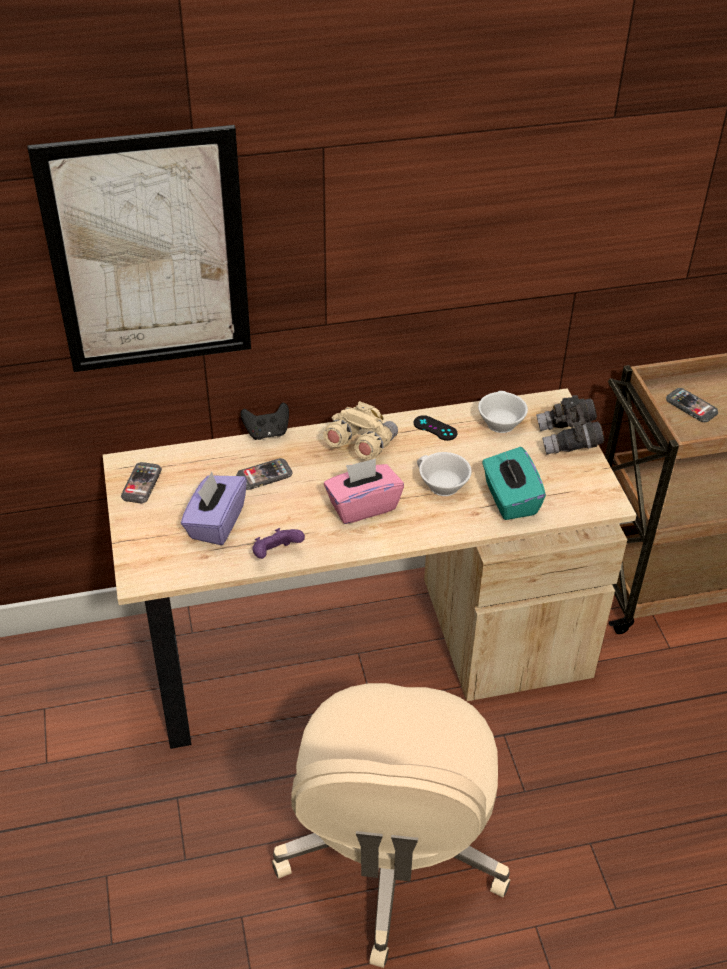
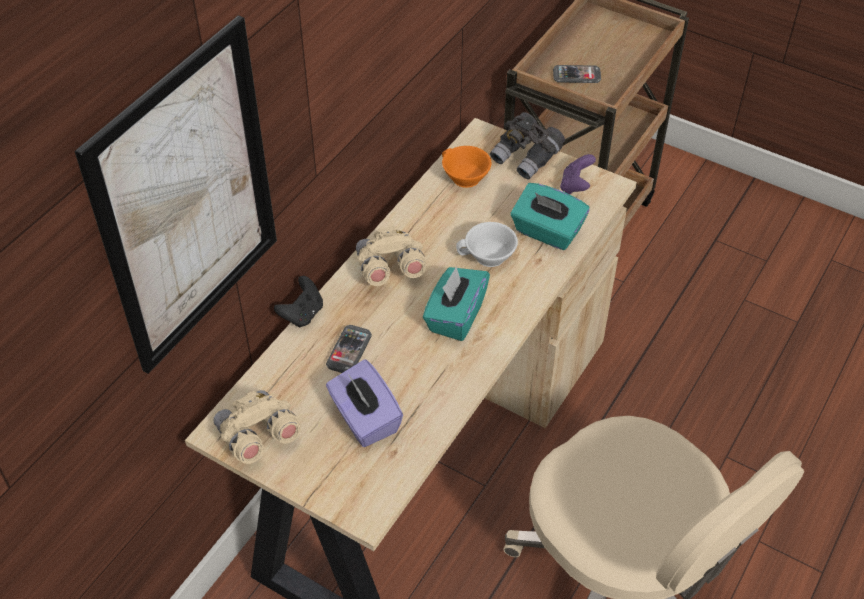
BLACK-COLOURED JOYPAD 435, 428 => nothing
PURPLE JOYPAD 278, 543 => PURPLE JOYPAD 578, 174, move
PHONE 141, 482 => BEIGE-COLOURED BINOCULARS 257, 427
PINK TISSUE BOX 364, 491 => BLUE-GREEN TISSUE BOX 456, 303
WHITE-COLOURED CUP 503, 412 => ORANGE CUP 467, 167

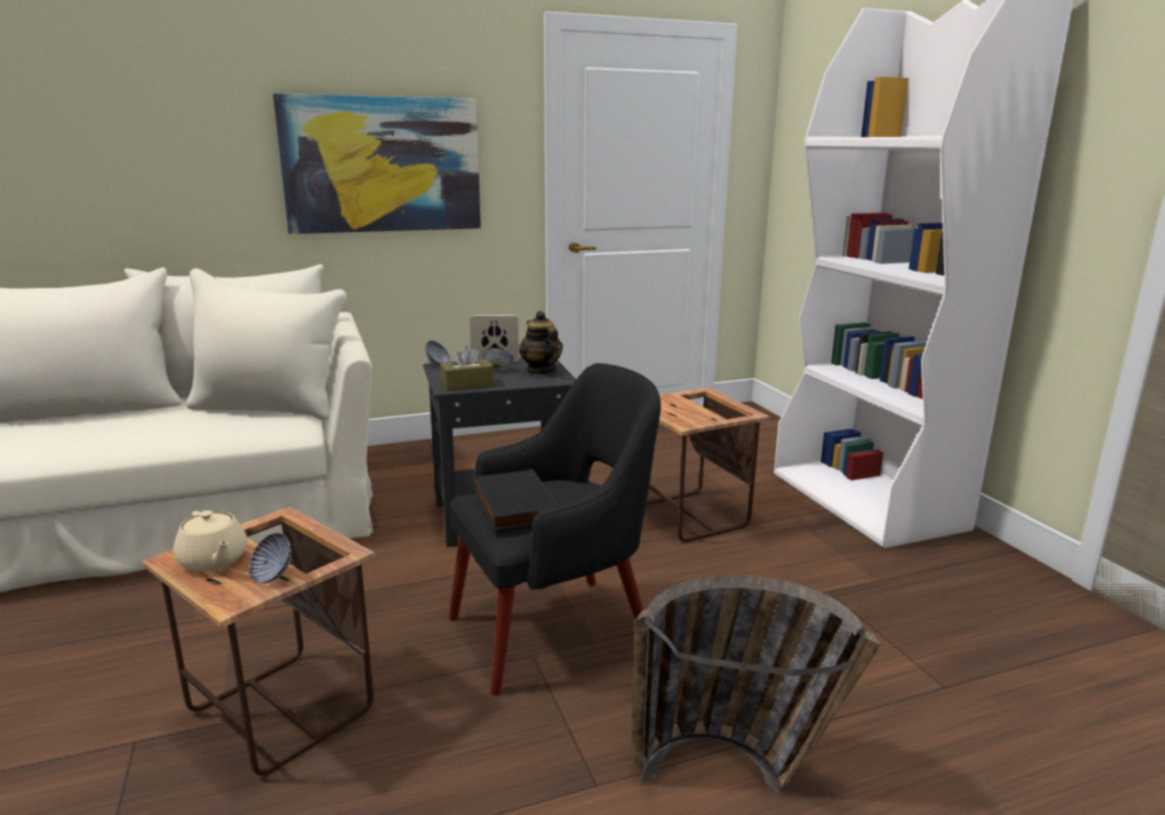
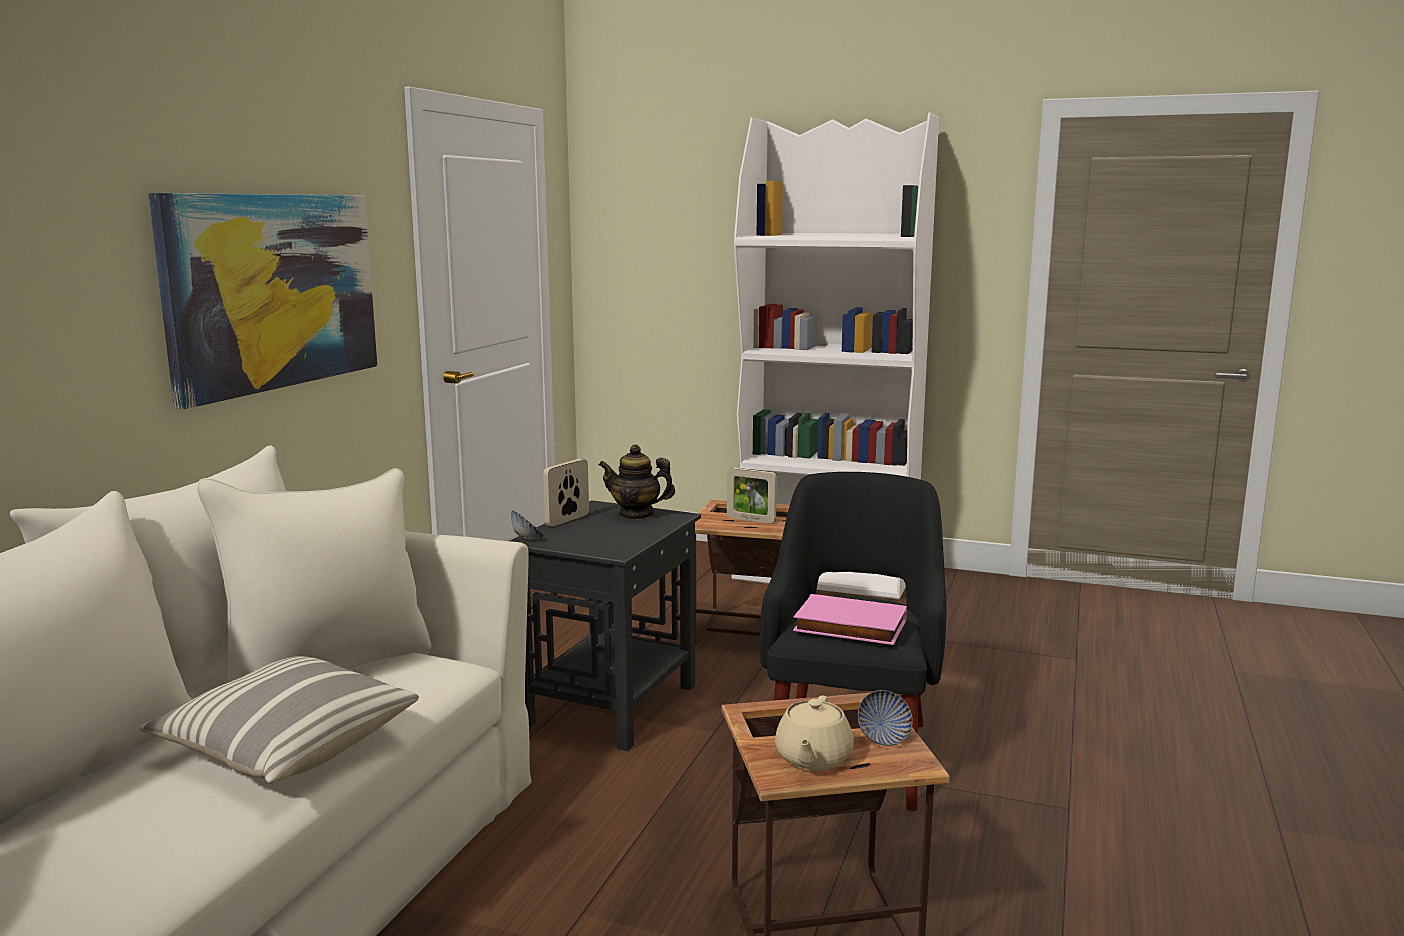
BROWN-COLOURED TISSUE BOX 467, 368 => nothing
BOWL 498, 358 => nothing
HOUSEHOLD BASKET 755, 684 => nothing
nothing => THROW PILLOW 279, 720
nothing => STANDING FRAME 752, 495
BLACK-COLOURED BOOK 515, 500 => PINK BOOK 850, 619
BEIGE-COLOURED TEAPOT 210, 540 => BEIGE-COLOURED TEAPOT 814, 732, 105 degrees clockwise

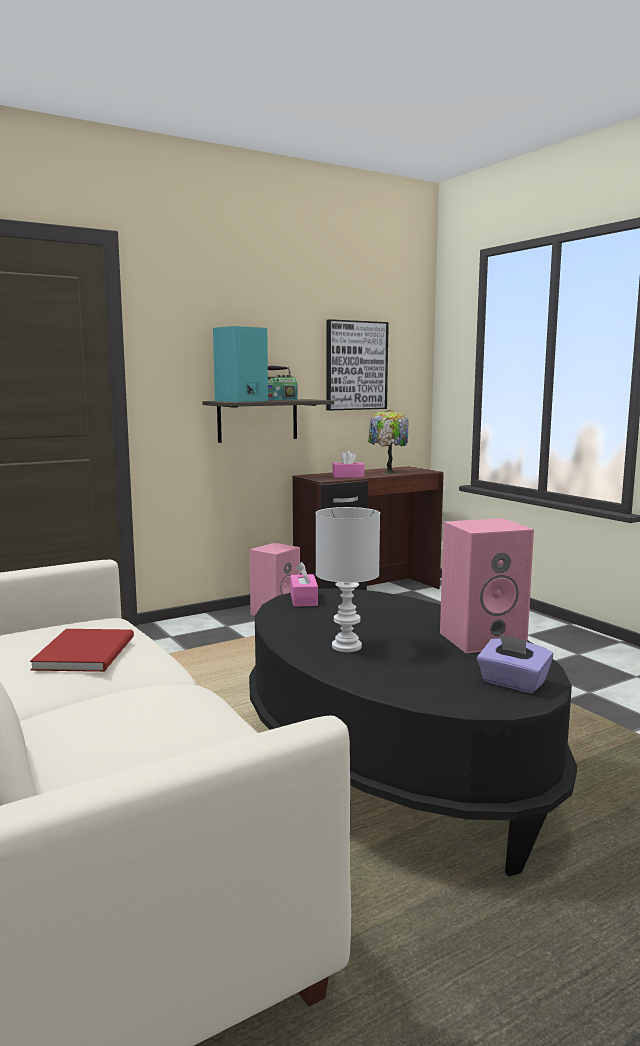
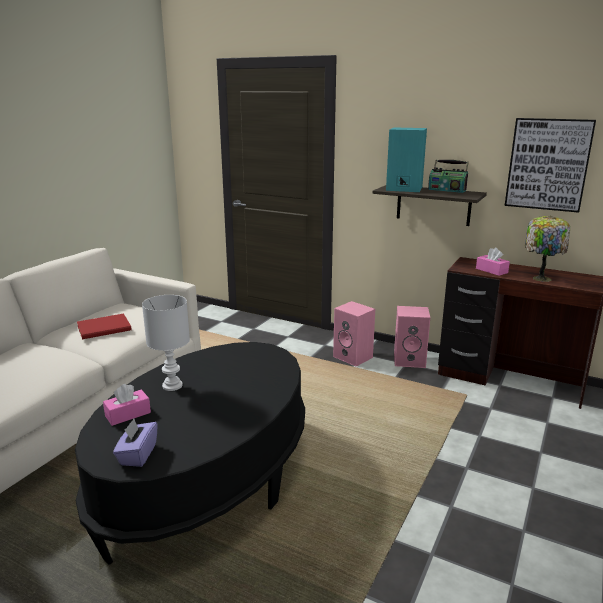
PINK TISSUE BOX 304, 584 => PINK TISSUE BOX 127, 405, move
PINK AUDIO SPEAKER 487, 585 => PINK AUDIO SPEAKER 354, 334, move

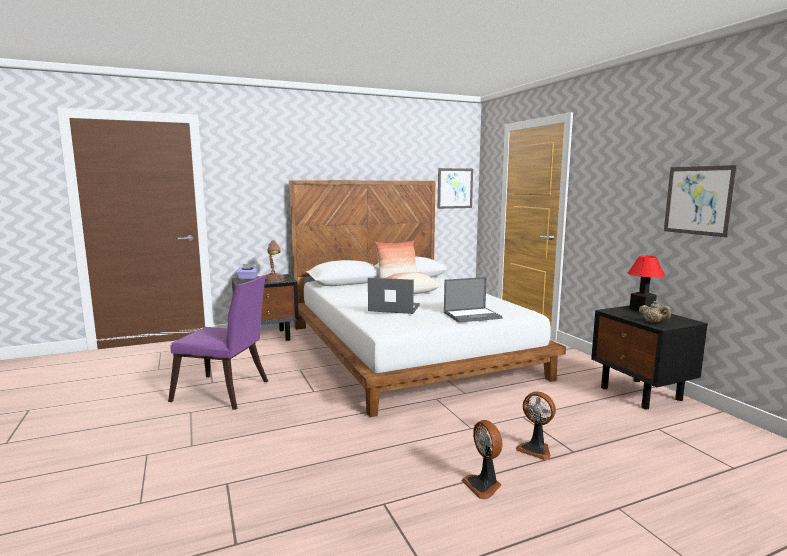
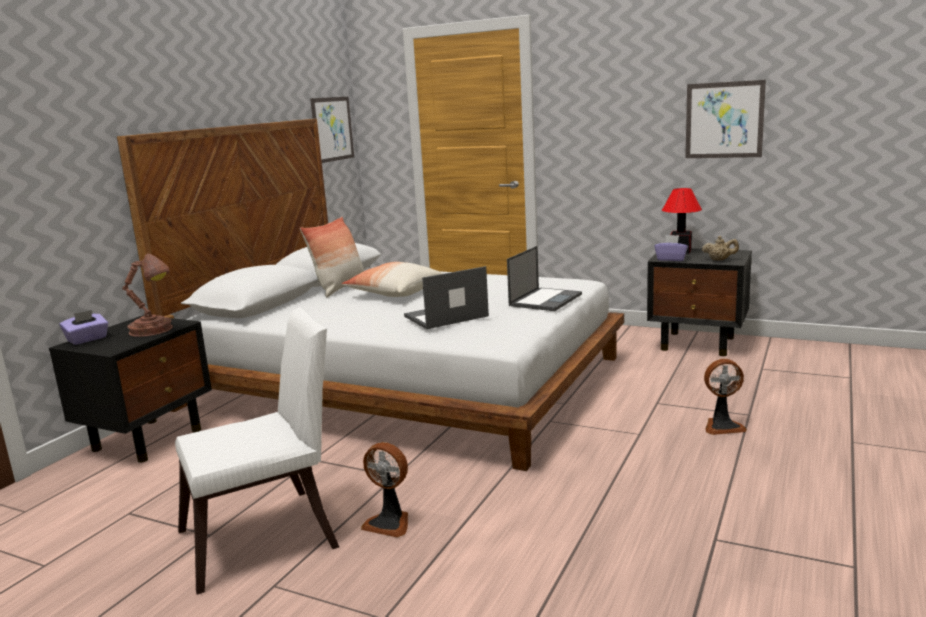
nothing => PURPLE TISSUE BOX 671, 248
FAN 482, 459 => FAN 384, 490, move
PURPLE UPRIGHT CHAIR 218, 342 => WHITE-COLOURED UPRIGHT CHAIR 257, 451

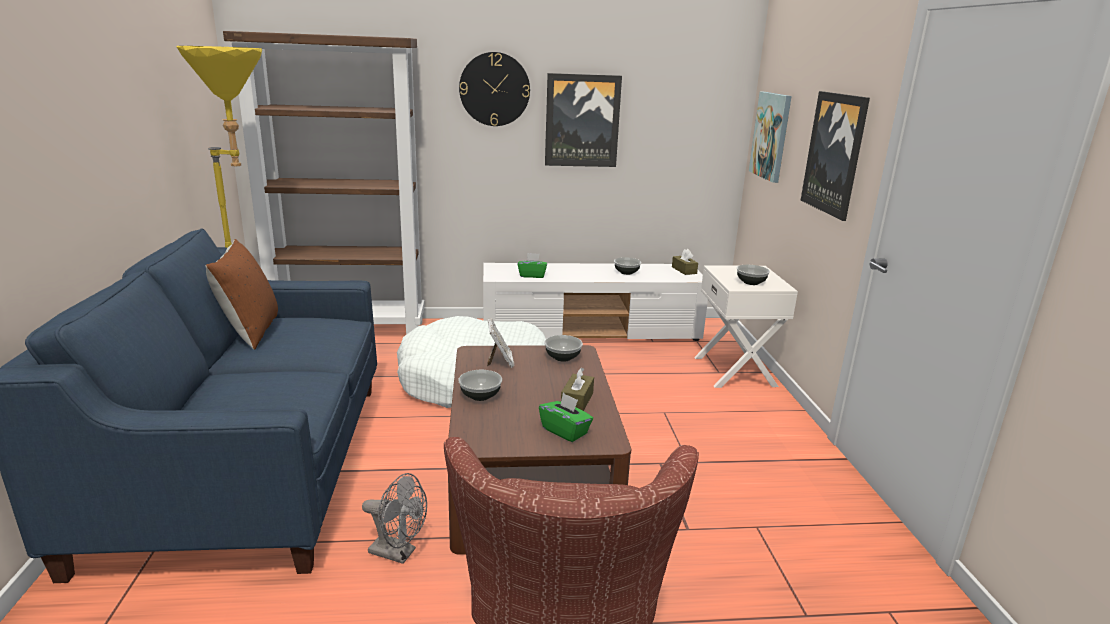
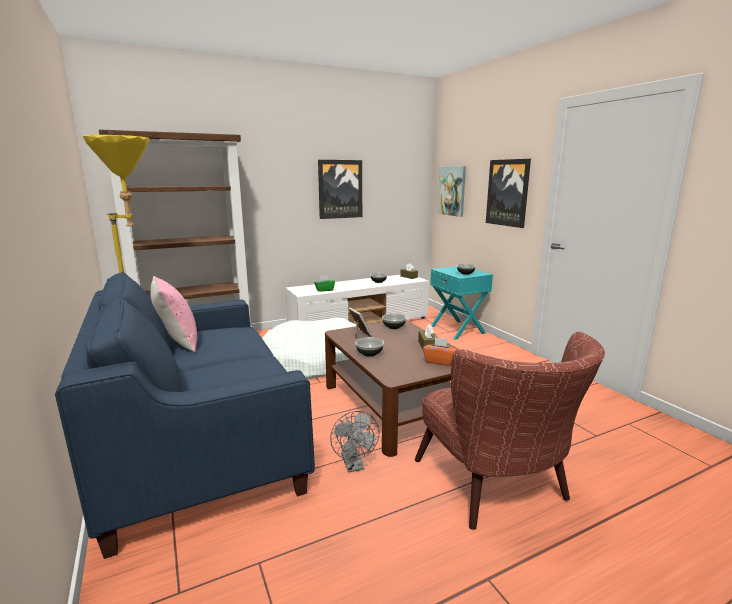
CLOCK ON THE WALL 494, 89 => nothing
BROWN-COLOURED THROW PILLOW 241, 294 => PINK THROW PILLOW 173, 314
GREEN TISSUE BOX 566, 417 => ORANGE TISSUE BOX 440, 351
WHITE-COLOURED NIGHT TABLE 746, 326 => BLUE-GREEN NIGHT TABLE 461, 303
GREY FAN 394, 518 => GREY FAN 354, 442, 75 degrees clockwise

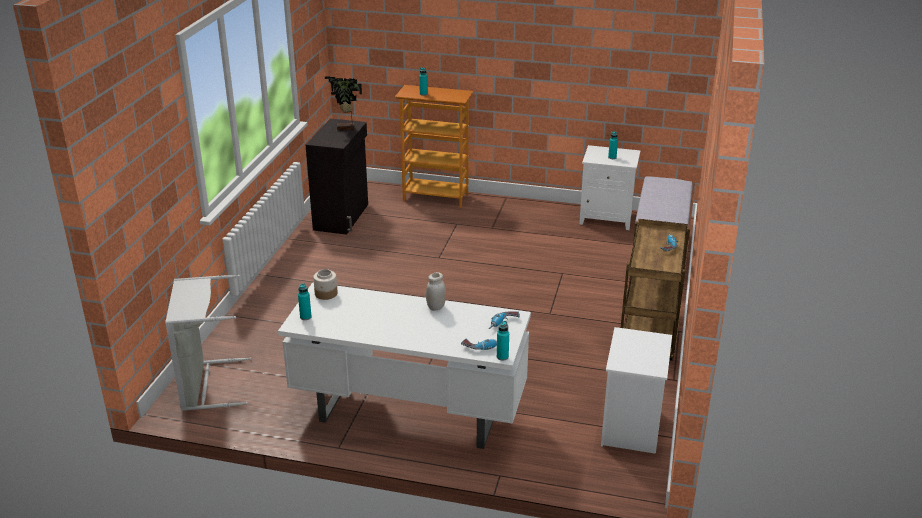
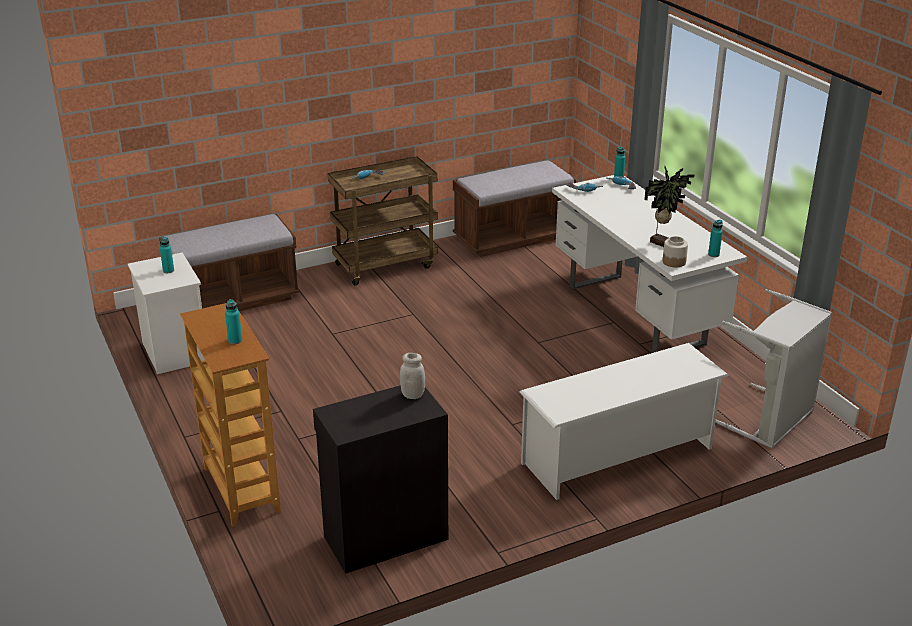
nothing => WHITE-COLOURED SHOE SHELF 624, 421
HOUSEPLANT 343, 103 => HOUSEPLANT 669, 206, move
WHITE-COLOURED STORAGE JAR 436, 291 => WHITE-COLOURED STORAGE JAR 412, 376, move
WHITE-COLOURED NIGHT TABLE 636, 390 => BROWN-COLOURED LONG SEAT 514, 208

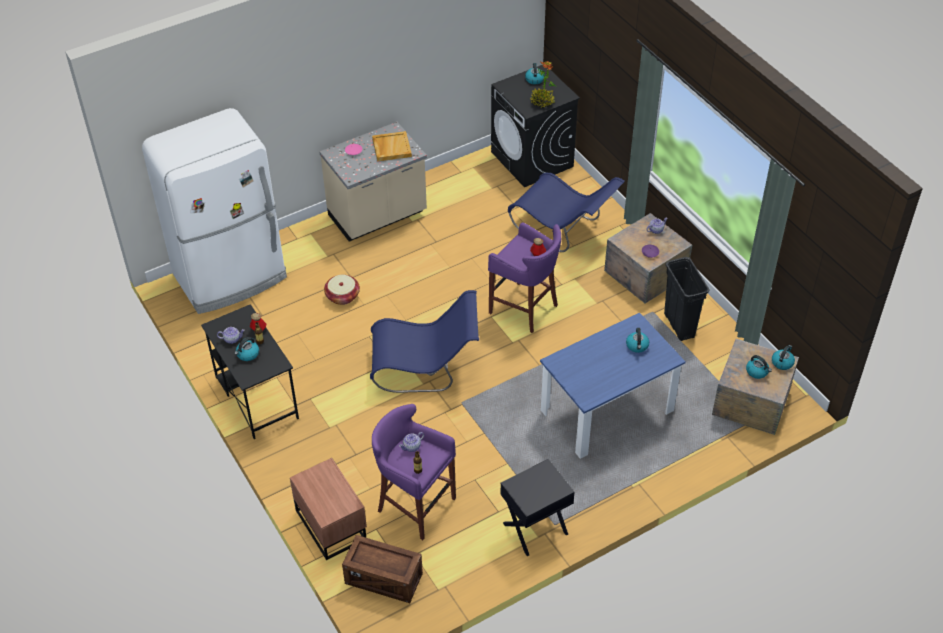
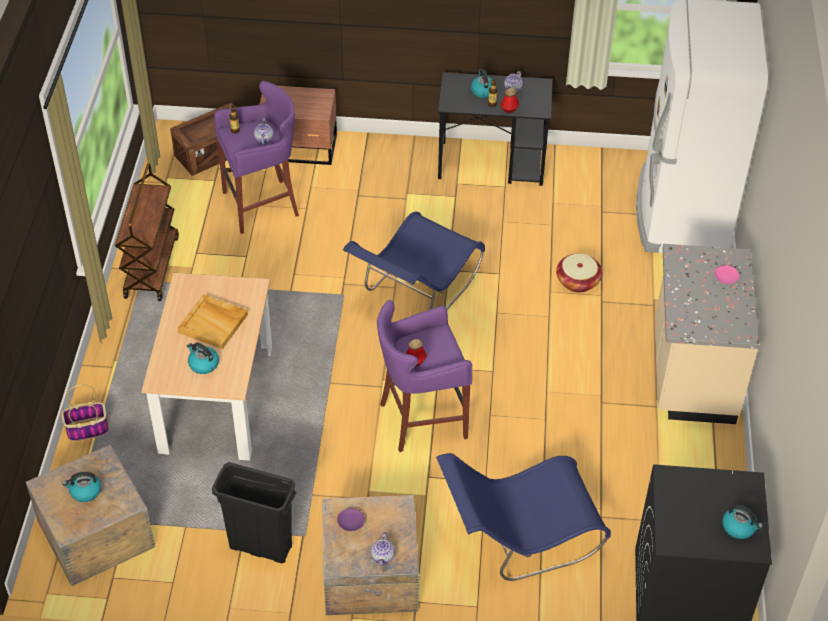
HOUSEPLANT 543, 84 => nothing
TEA KETTLE 783, 357 => nothing
nothing => HOUSEHOLD BASKET 85, 412
BEIGE-COLOURED TRAY 392, 146 => BEIGE-COLOURED TRAY 213, 321, move
BLACK-COLOURED NIGHT TABLE 537, 507 => BROWN-COLOURED WHEELED CART 147, 232
BLUISH KITCHEN TABLE 613, 386 => BEIGE-COLOURED KITCHEN TABLE 207, 367

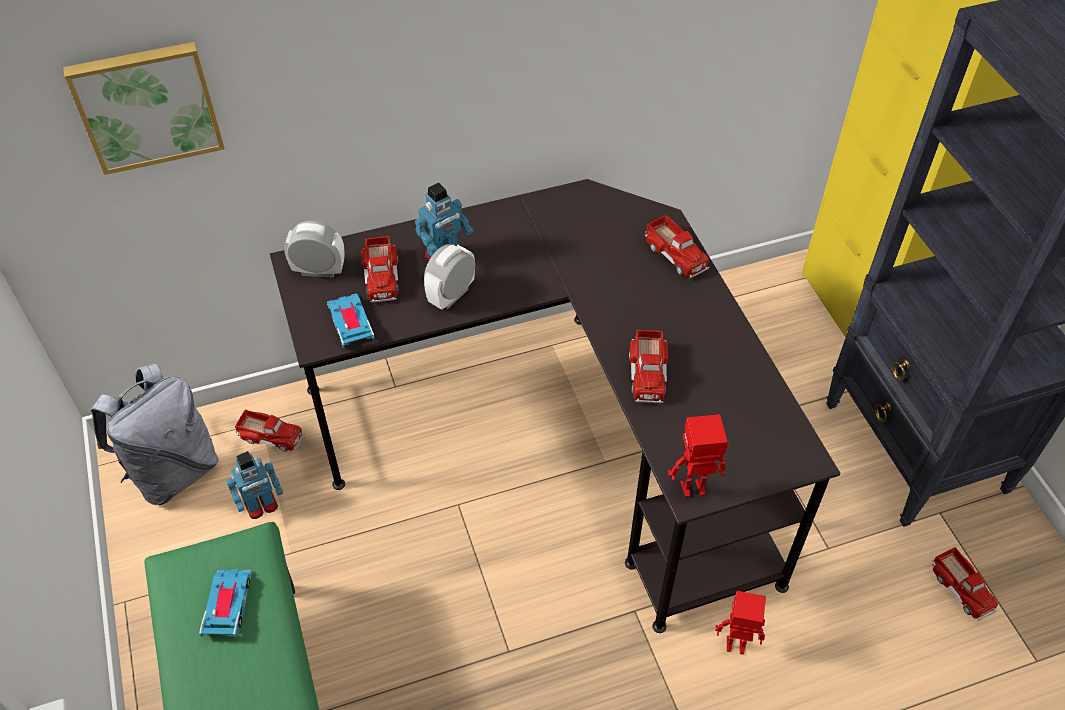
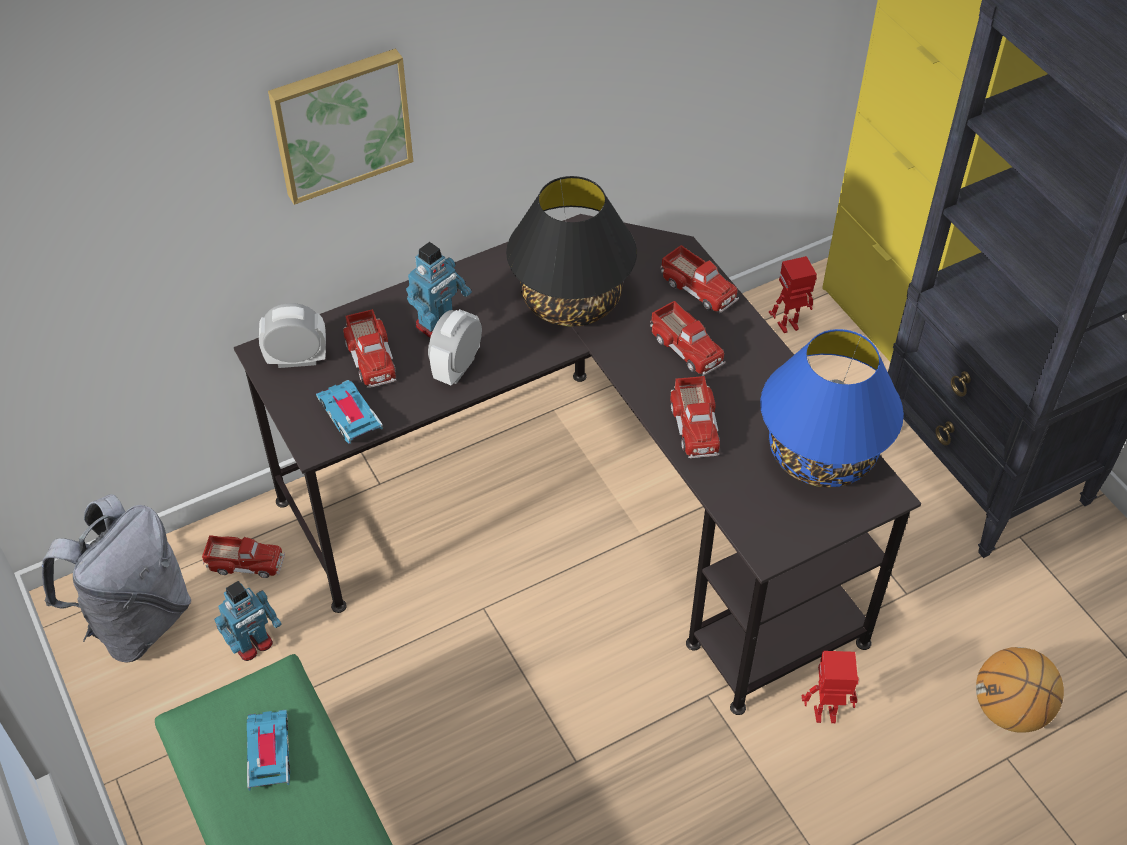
nothing => BLACK-COLOURED TABLE LAMP 571, 251
nothing => BLUISH TABLE LAMP 832, 408
nothing => BASKETBALL 1020, 690
PICTURE 144, 108 => PICTURE 340, 127, move
TOY ROBOT 698, 456 => TOY ROBOT 793, 294, move
TOY TRUCK 965, 584 => TOY TRUCK 688, 338, move

